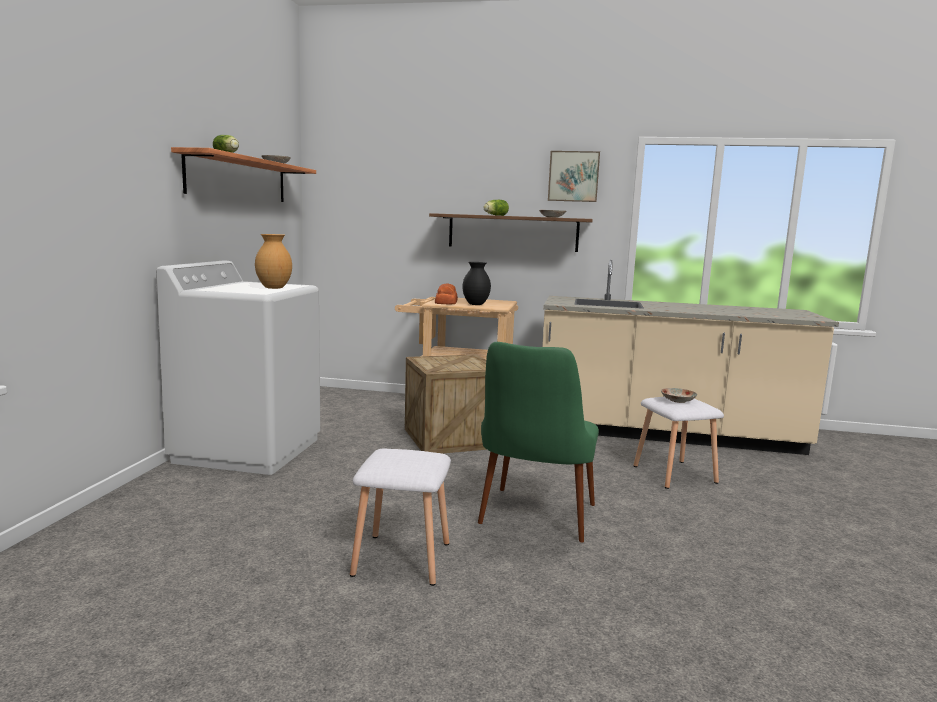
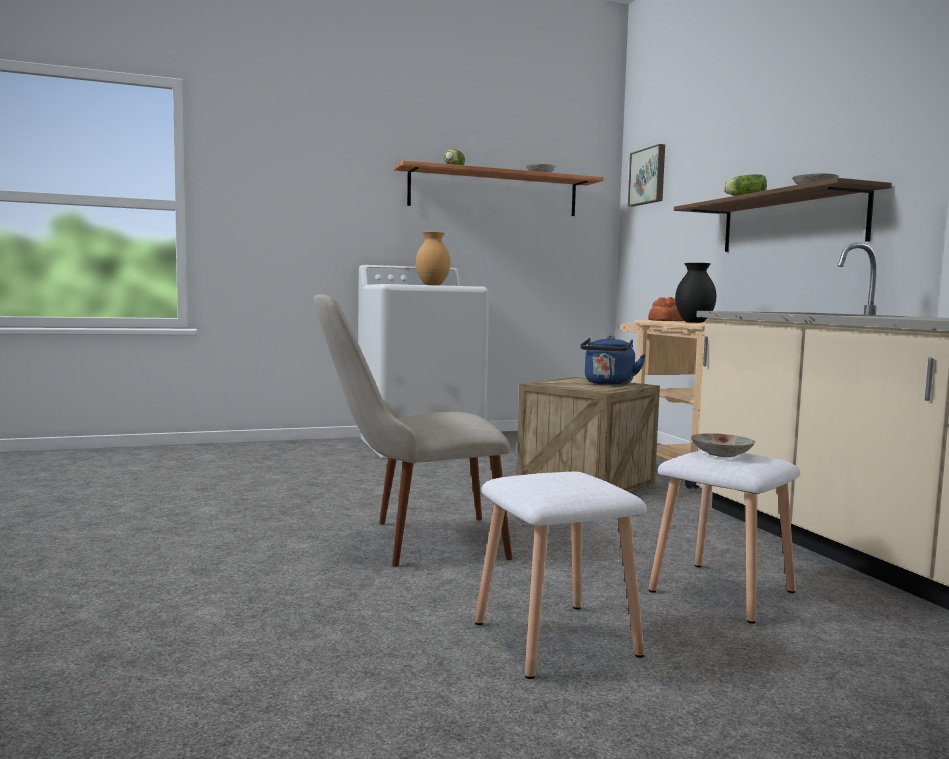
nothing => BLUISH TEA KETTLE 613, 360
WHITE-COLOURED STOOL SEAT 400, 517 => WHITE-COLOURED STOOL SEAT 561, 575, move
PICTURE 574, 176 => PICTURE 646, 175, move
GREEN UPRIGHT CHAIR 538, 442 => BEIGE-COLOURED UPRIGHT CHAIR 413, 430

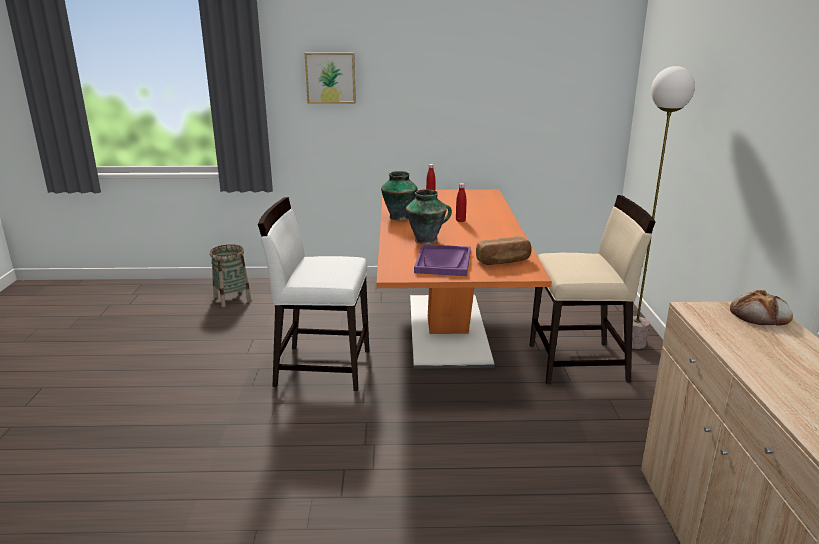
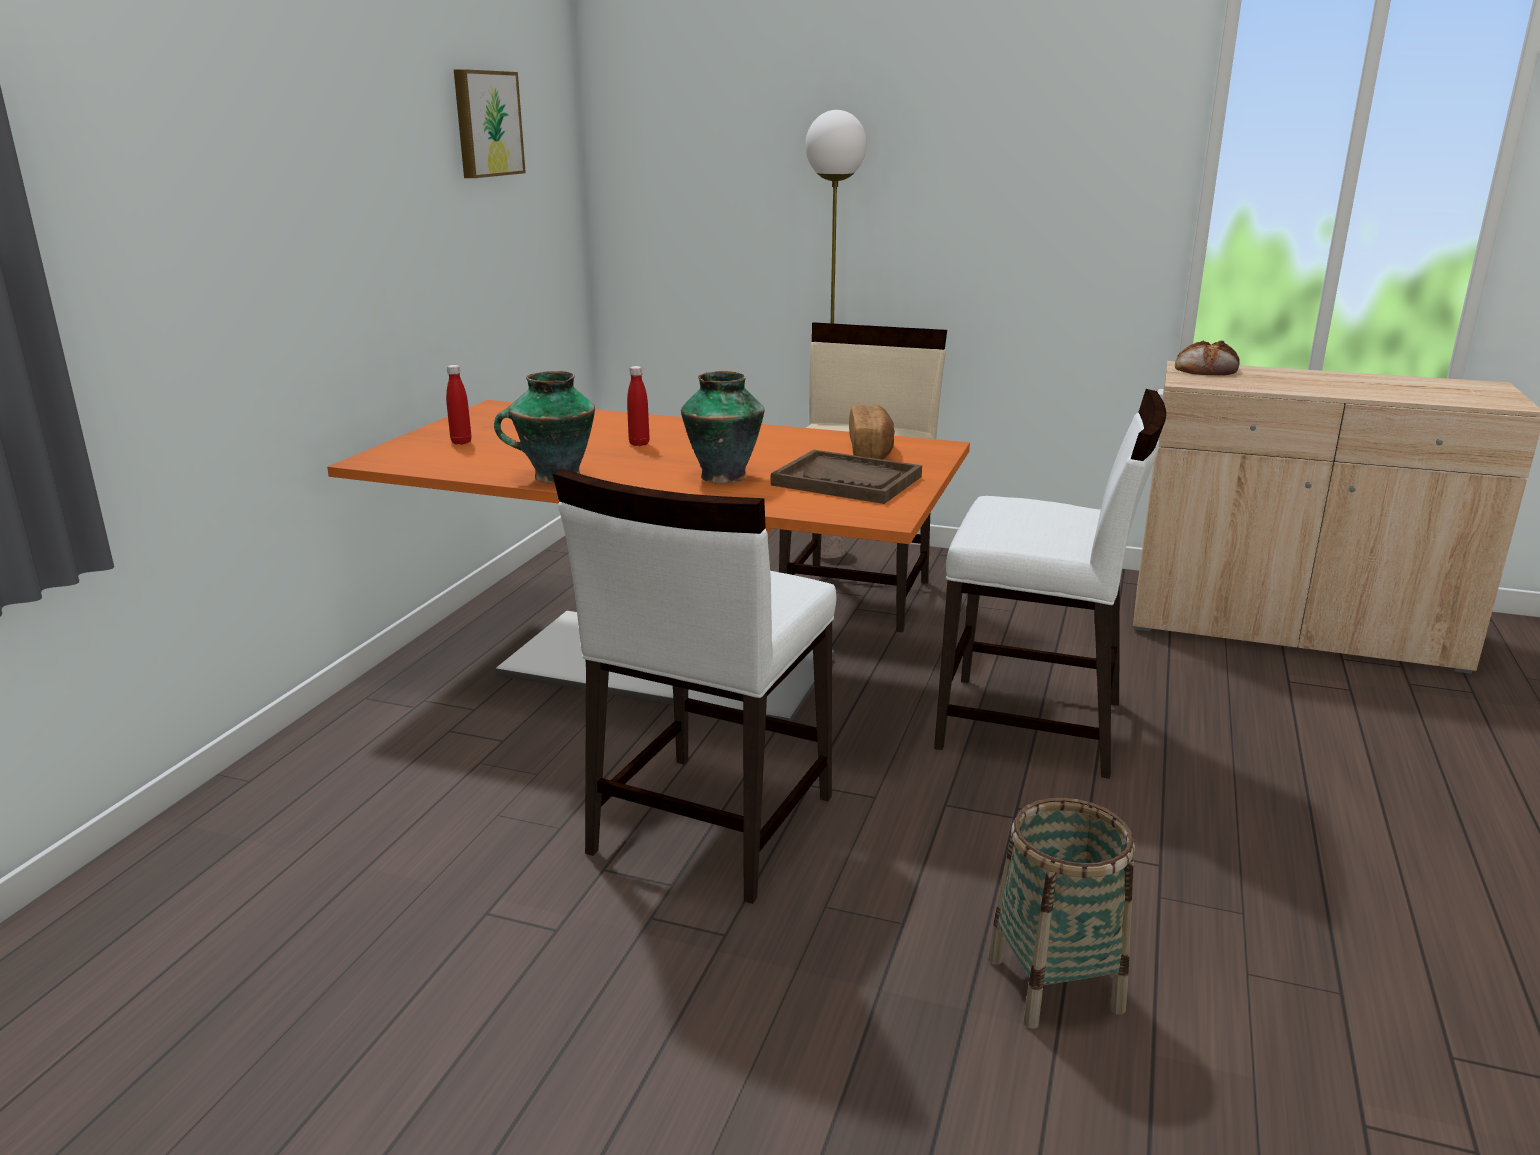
nothing => WHITE-COLOURED UPRIGHT CHAIR 1050, 584
HOUSEHOLD BASKET 230, 275 => HOUSEHOLD BASKET 1061, 913, move
PICTURE 330, 78 => PICTURE 490, 123, move
PURPLE TRAY 442, 260 => BROWN-COLOURED TRAY 846, 477

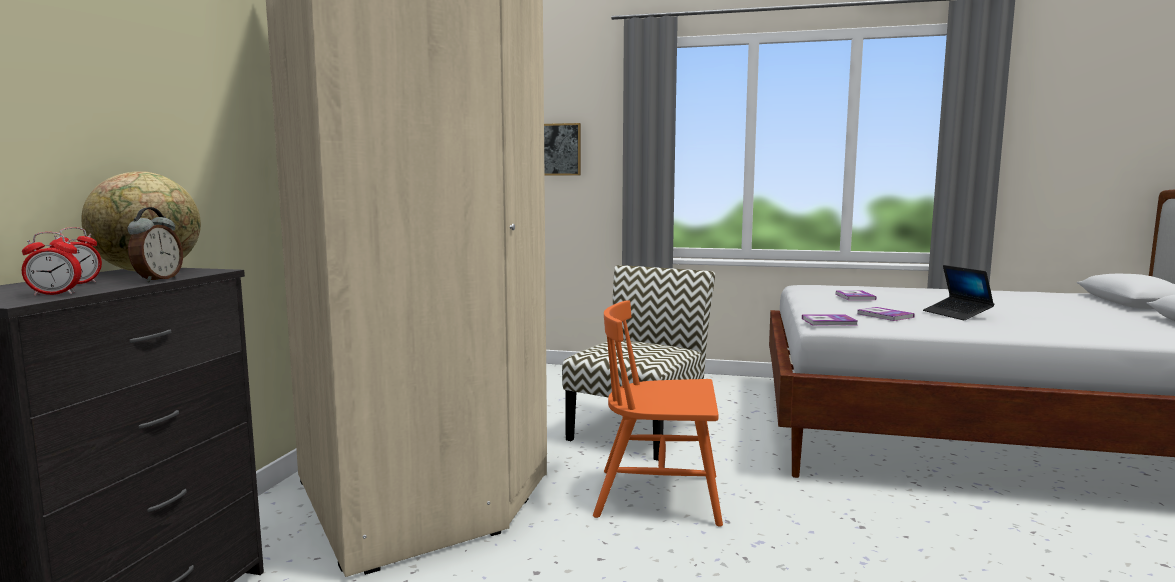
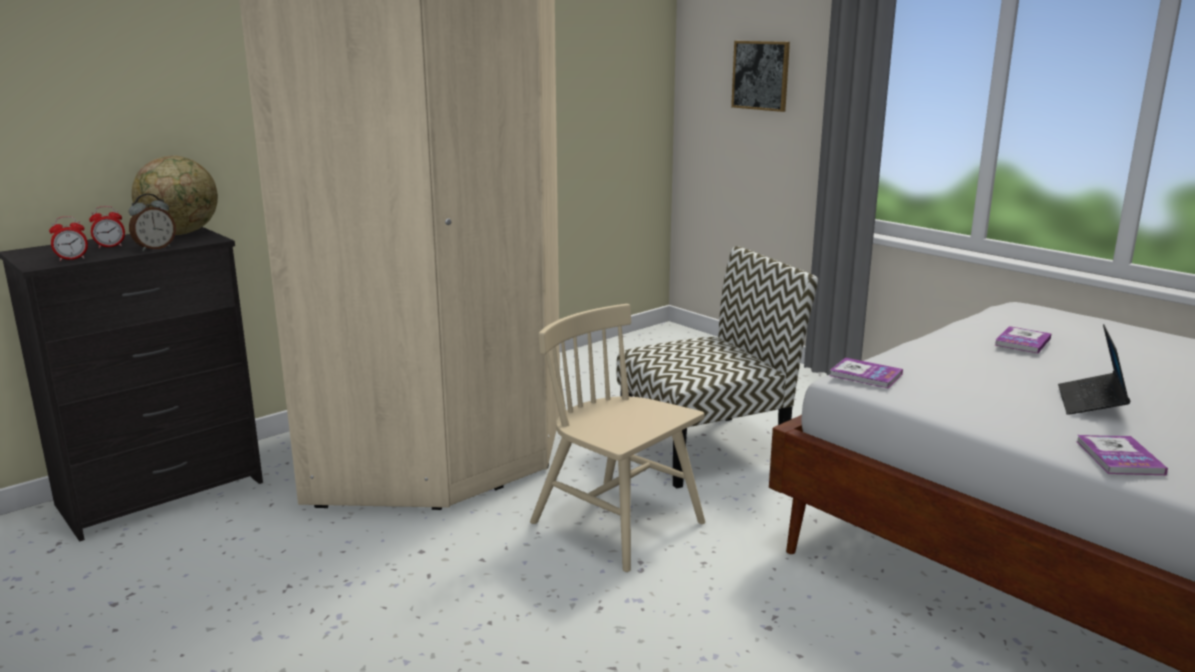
BOOK 886, 314 => BOOK 1122, 455, move
ORANGE UPRIGHT CHAIR 658, 413 => BEIGE-COLOURED UPRIGHT CHAIR 617, 438
ALARM CLOCK 52, 264 => ALARM CLOCK 68, 238, 45 degrees counterclockwise

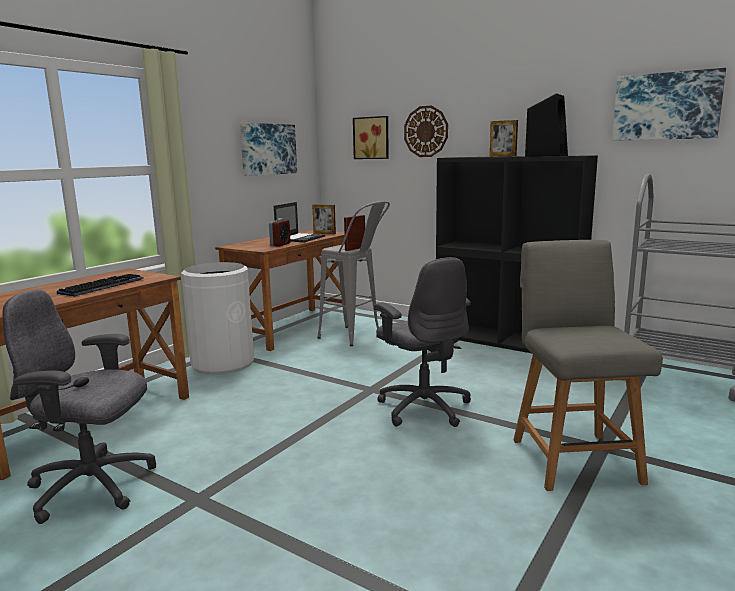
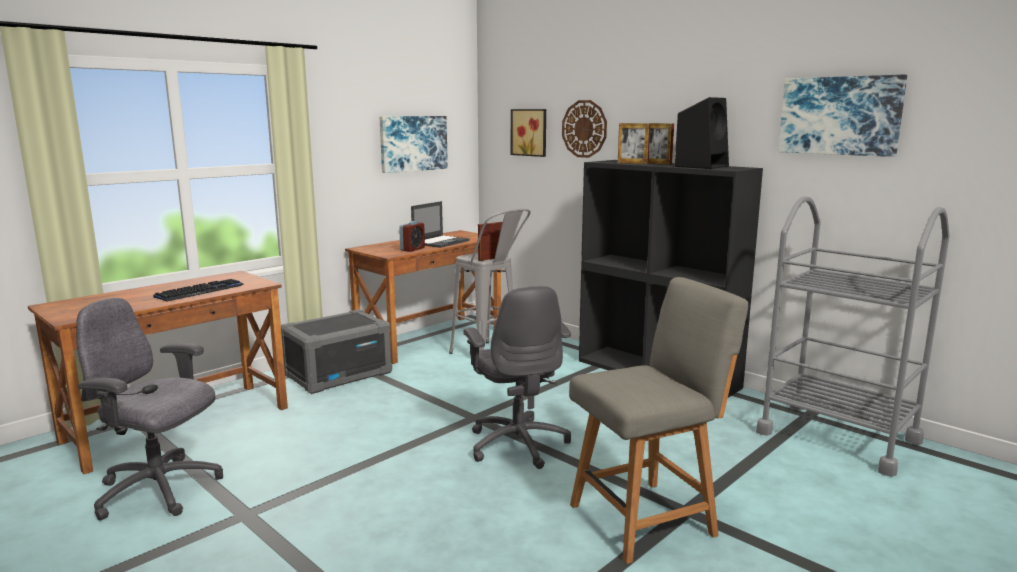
STANDING FRAME 324, 219 => STANDING FRAME 634, 143, move
WHITE-COLOURED WASTE BIN 217, 318 => GREY STORAGE CONTAINER 336, 351
GREY UPRIGHT CHAIR 588, 365 => GREY UPRIGHT CHAIR 658, 420, 60 degrees clockwise

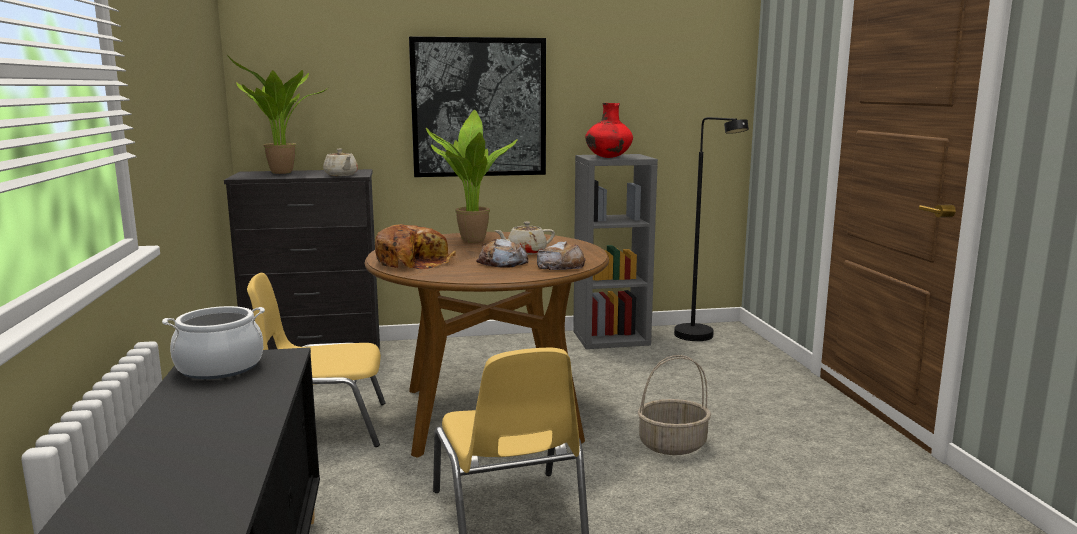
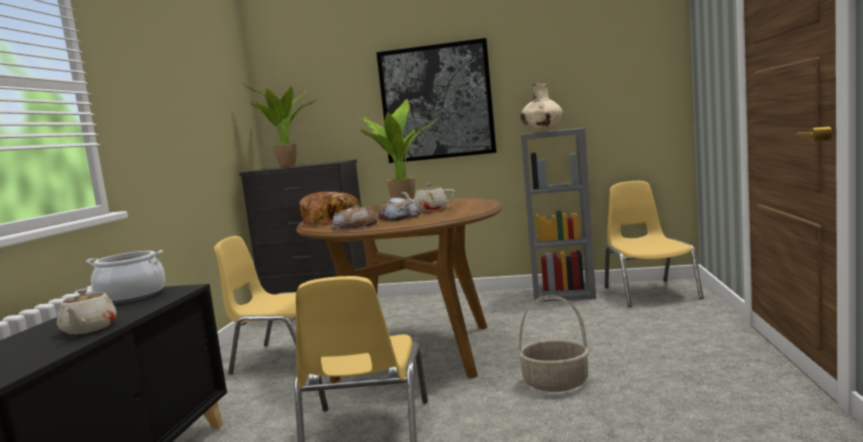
BEIGE-COLOURED TEAPOT 340, 162 => BEIGE-COLOURED TEAPOT 87, 312, move
BAKERY BREAD 561, 255 => BAKERY BREAD 354, 217, move
BLACK-COLOURED STANDARD LAMP 711, 229 => YELLOWISH UPRIGHT CHAIR 654, 244
RED DECORATIVE VASE 609, 130 => BEIGE-COLOURED DECORATIVE VASE 541, 107

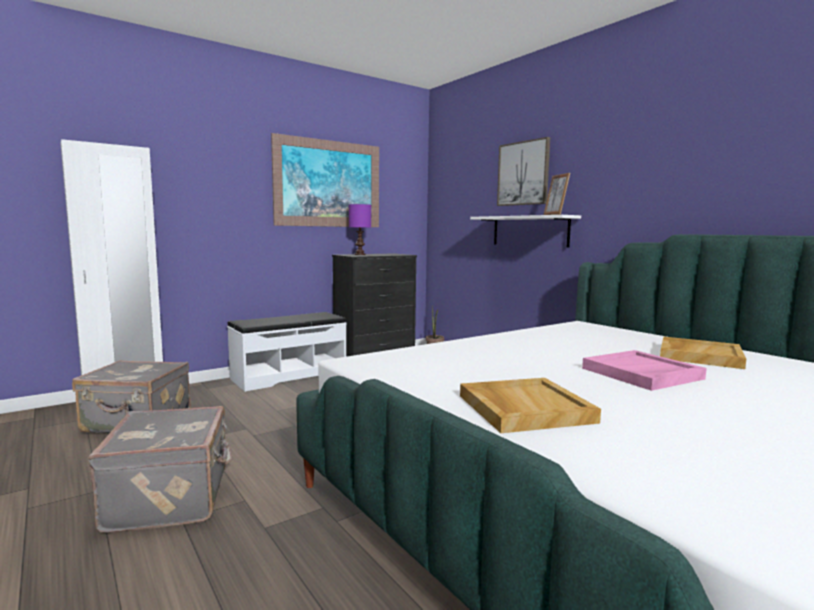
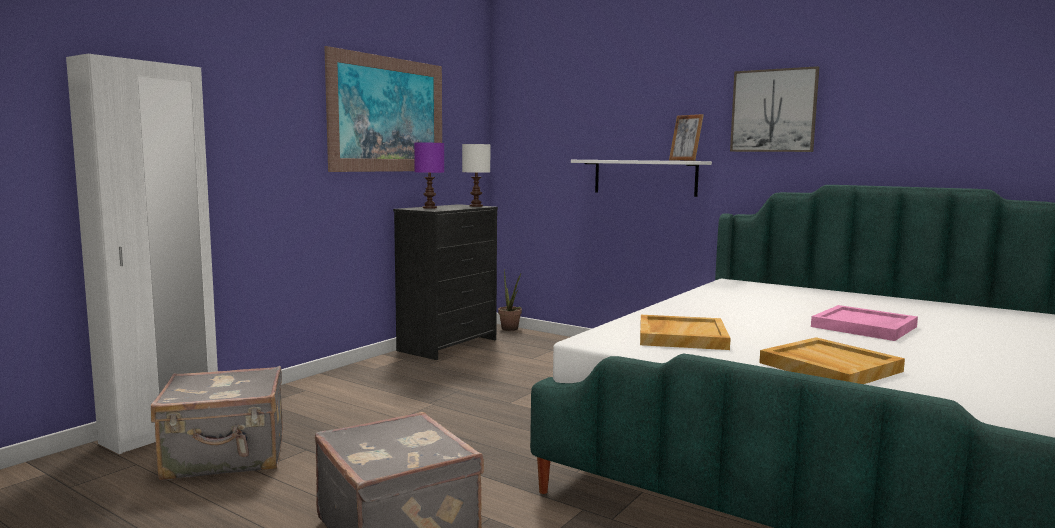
WHITE-COLOURED LONG SEAT 287, 352 => nothing
nothing => WHITE-COLOURED TABLE LAMP 476, 175
PICTURE 523, 171 => PICTURE 774, 109, move
BEIGE-COLOURED TRAY 703, 353 => BEIGE-COLOURED TRAY 685, 332, move

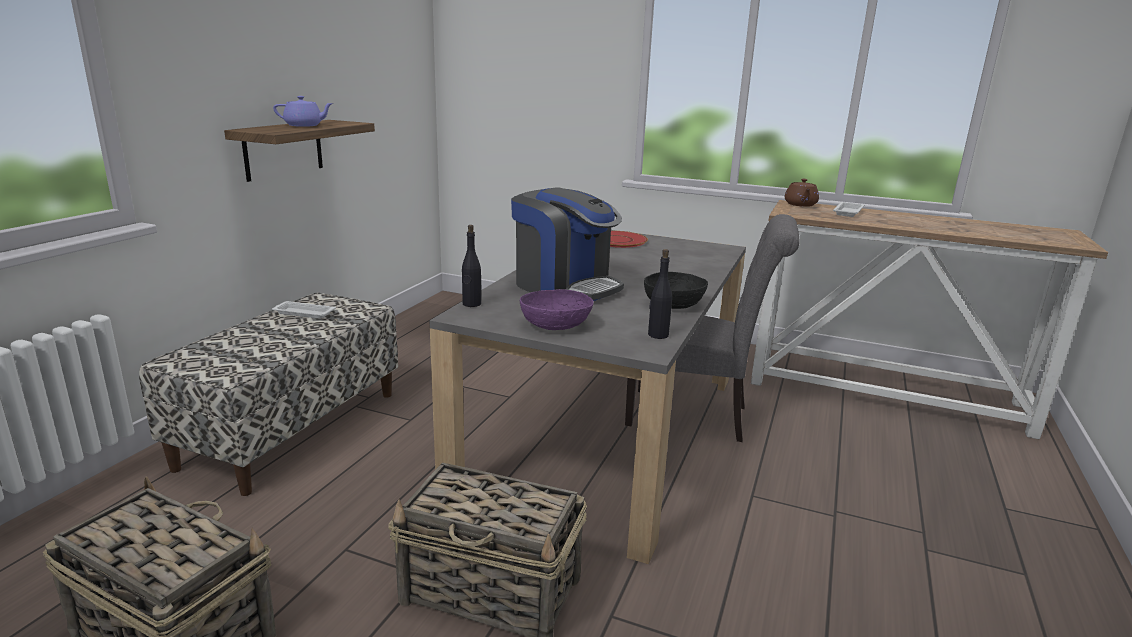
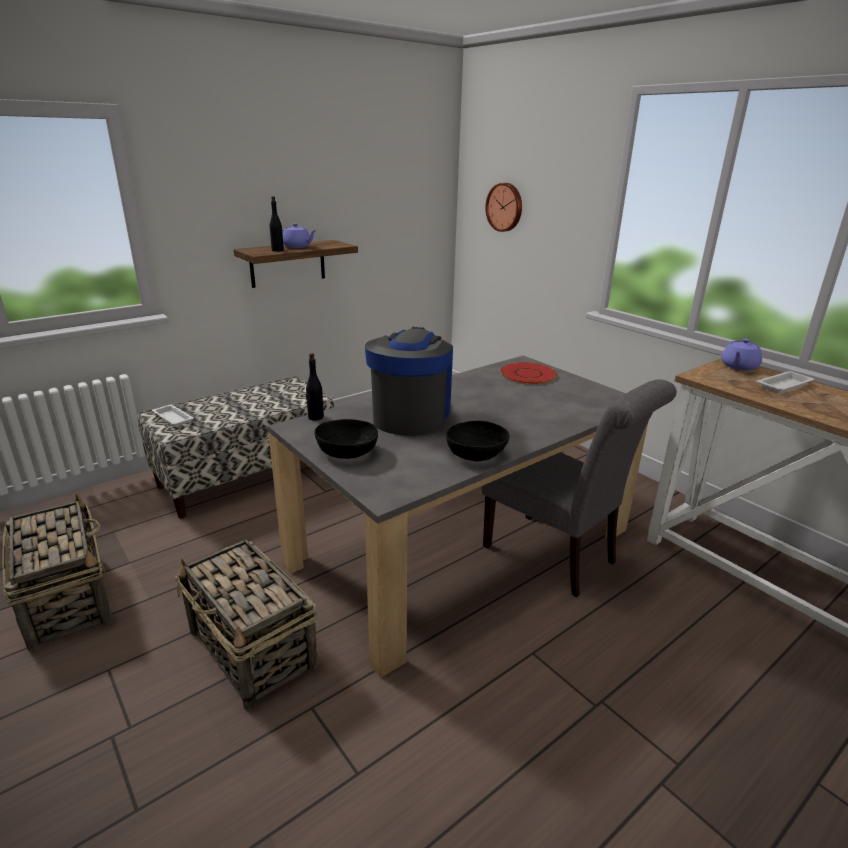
nothing => CLOCK ON THE WALL 503, 207
WHITE-COLOURED TRAY 304, 310 => WHITE-COLOURED TRAY 173, 415, move
BLACK-COLOURED BEVERAGE BOTTLE 660, 294 => BLACK-COLOURED BEVERAGE BOTTLE 277, 224, move
PURPLE BOWL 557, 309 => BLACK-COLOURED BOWL 346, 439
BROWN-COLOURED TEAPOT 802, 193 => PURPLE TEAPOT 741, 355
COFFEE MACHINE 567, 244 => COFFEE MACHINE 409, 381, 150 degrees counterclockwise

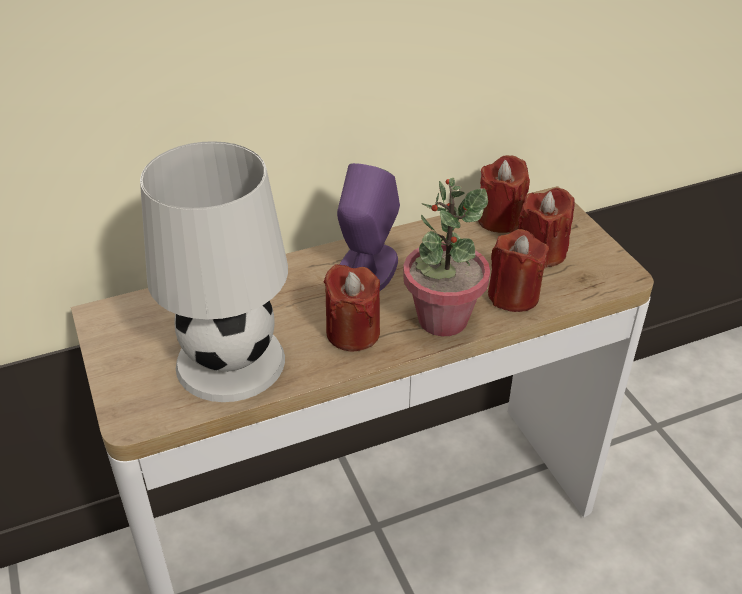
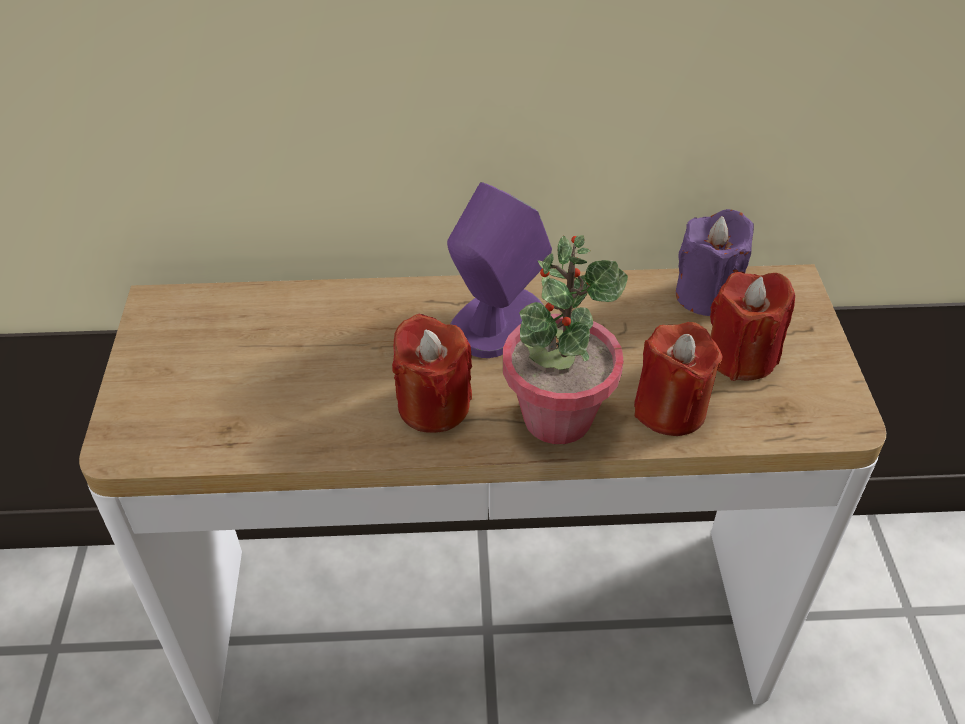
WHITE-COLOURED TABLE LAMP 214, 271 => nothing
RED WAX LIGHT 504, 194 => PURPLE WAX LIGHT 715, 262

